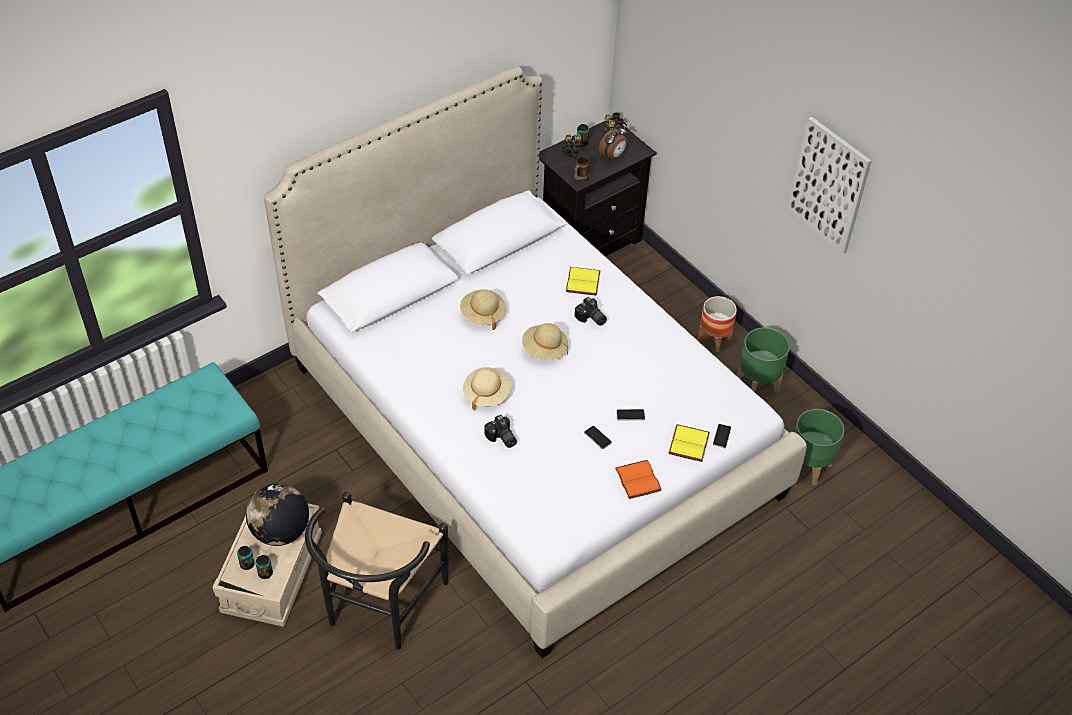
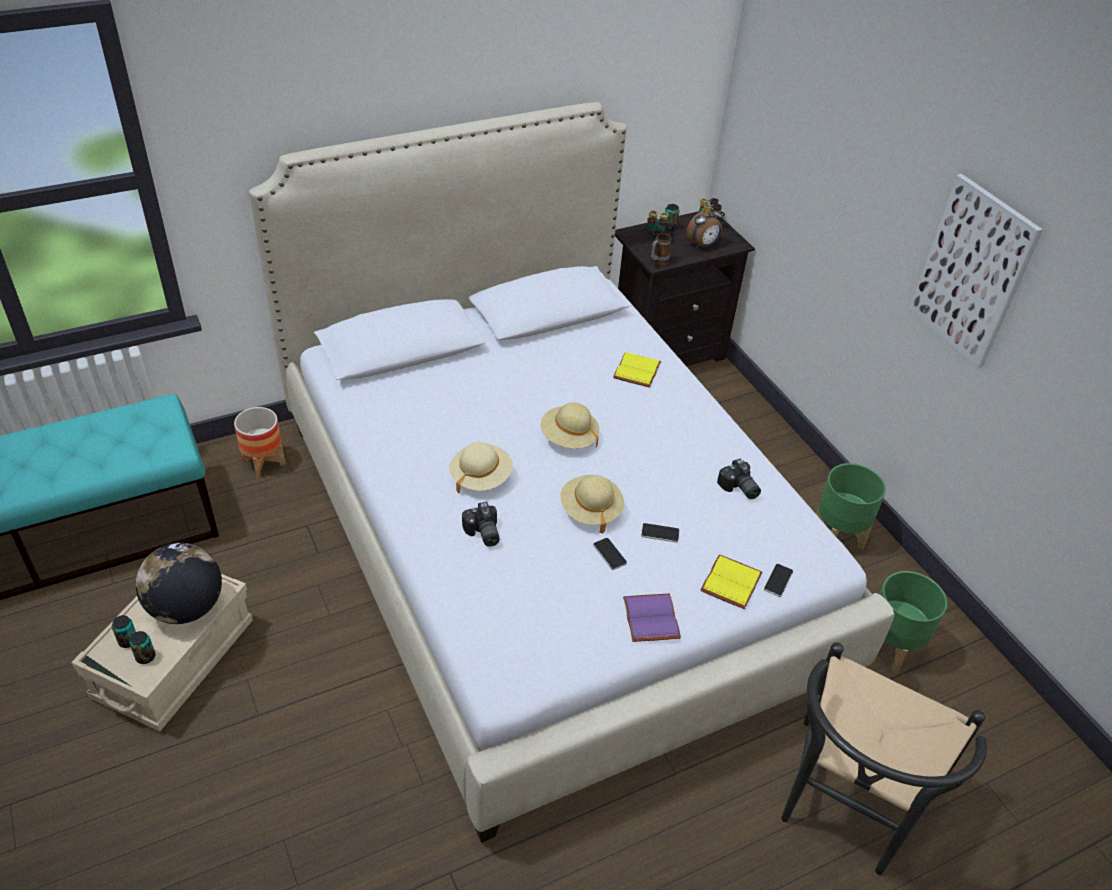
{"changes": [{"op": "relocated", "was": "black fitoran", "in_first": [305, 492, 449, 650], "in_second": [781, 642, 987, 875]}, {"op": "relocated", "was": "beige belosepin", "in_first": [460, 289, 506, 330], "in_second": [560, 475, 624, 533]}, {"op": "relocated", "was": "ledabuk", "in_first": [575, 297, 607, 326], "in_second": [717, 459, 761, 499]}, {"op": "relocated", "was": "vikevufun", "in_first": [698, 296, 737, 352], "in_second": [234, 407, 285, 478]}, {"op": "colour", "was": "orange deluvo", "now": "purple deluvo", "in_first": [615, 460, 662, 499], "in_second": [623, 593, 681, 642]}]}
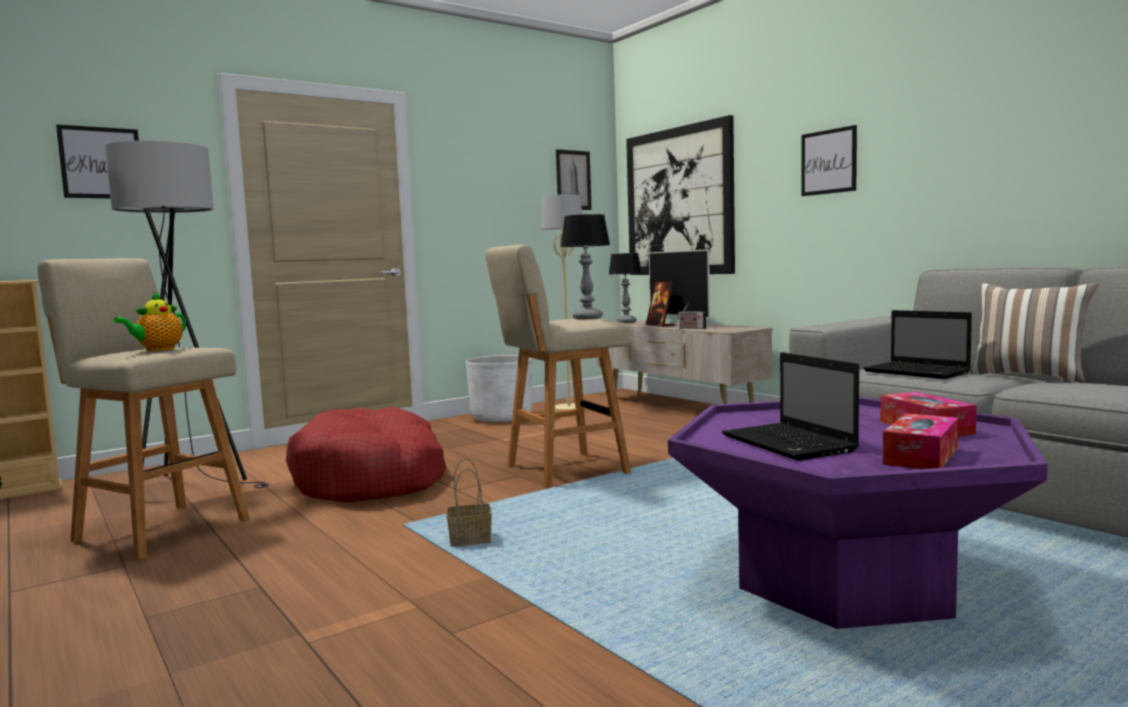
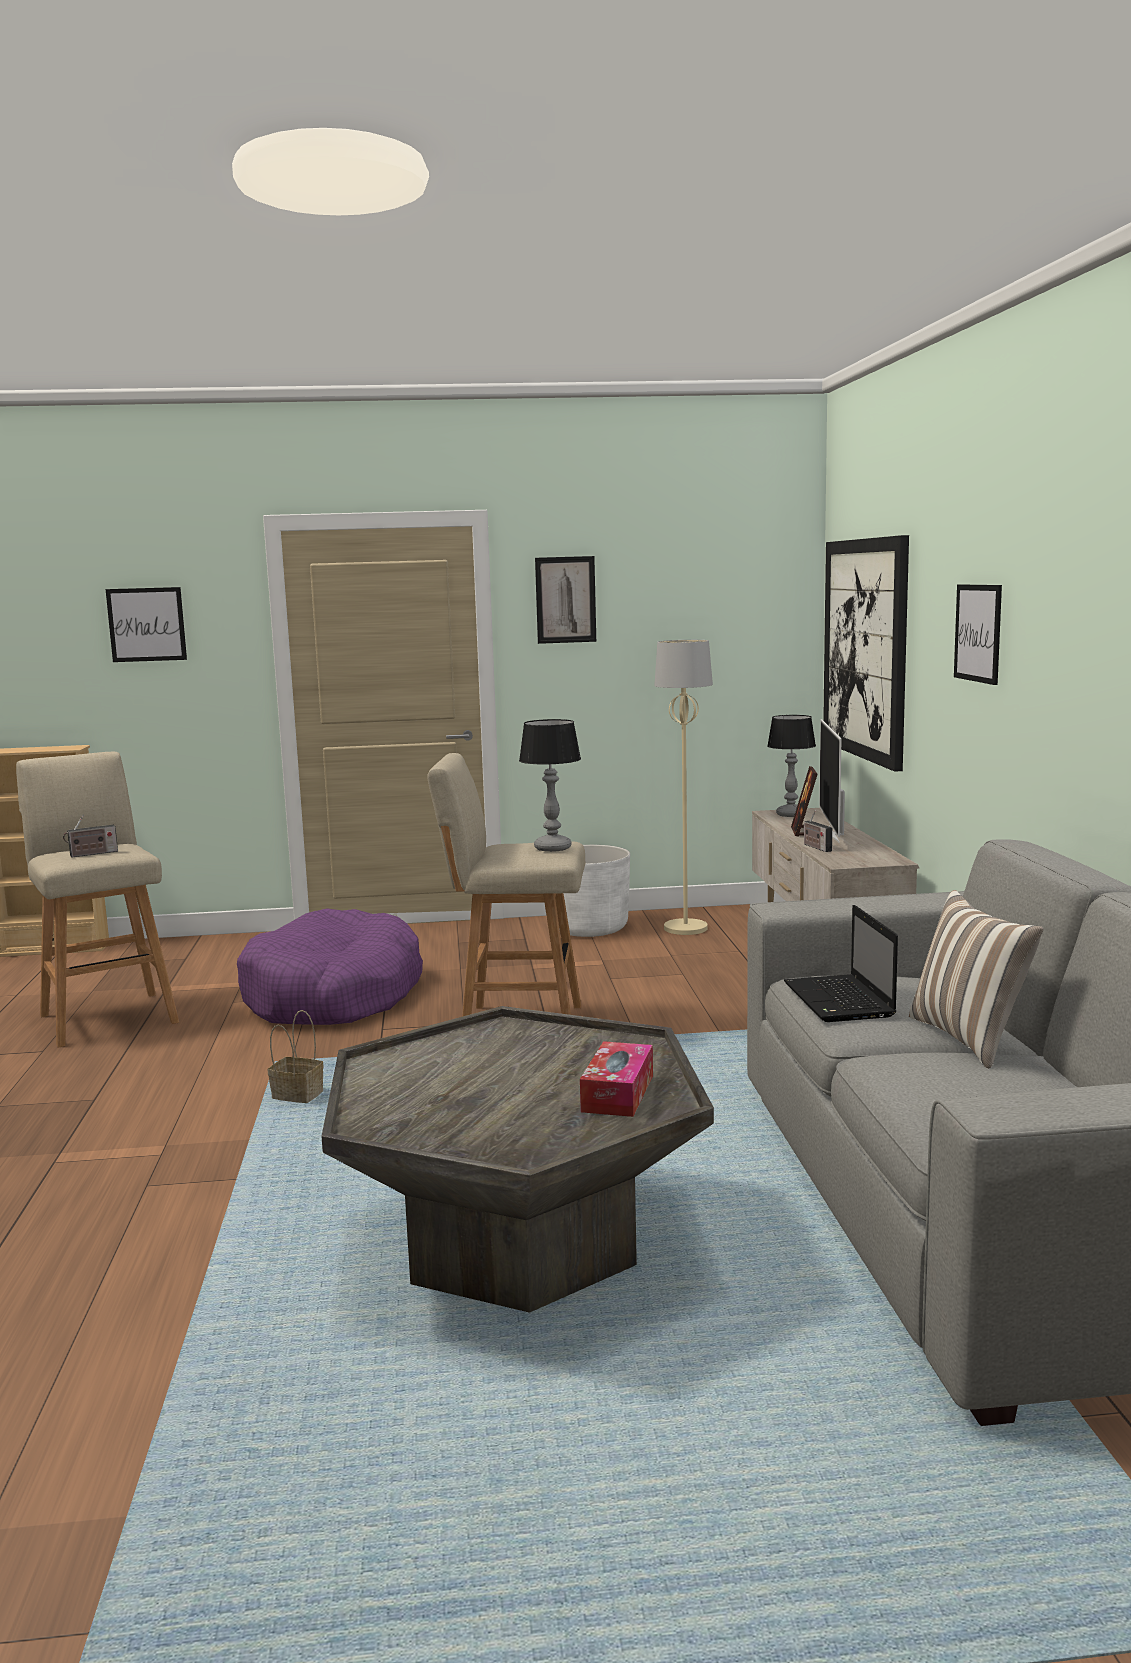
{"changes": [{"op": "missing", "was": "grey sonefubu", "in_first": [105, 140, 269, 488]}, {"op": "missing", "was": "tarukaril", "in_first": [722, 352, 859, 461]}, {"op": "missing", "was": "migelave", "in_first": [883, 413, 958, 469]}, {"op": "relocated", "was": "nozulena", "in_first": [556, 149, 592, 210], "in_second": [535, 556, 596, 644]}, {"op": "exchanged", "was": "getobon", "now": "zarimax", "in_first": [113, 291, 186, 351], "in_second": [63, 815, 118, 857]}, {"op": "colour", "was": "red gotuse", "now": "purple gotuse", "in_first": [286, 407, 446, 503], "in_second": [237, 908, 423, 1025]}, {"op": "colour", "was": "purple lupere", "now": "grey lupere", "in_first": [668, 397, 1048, 629], "in_second": [321, 1006, 714, 1312]}]}
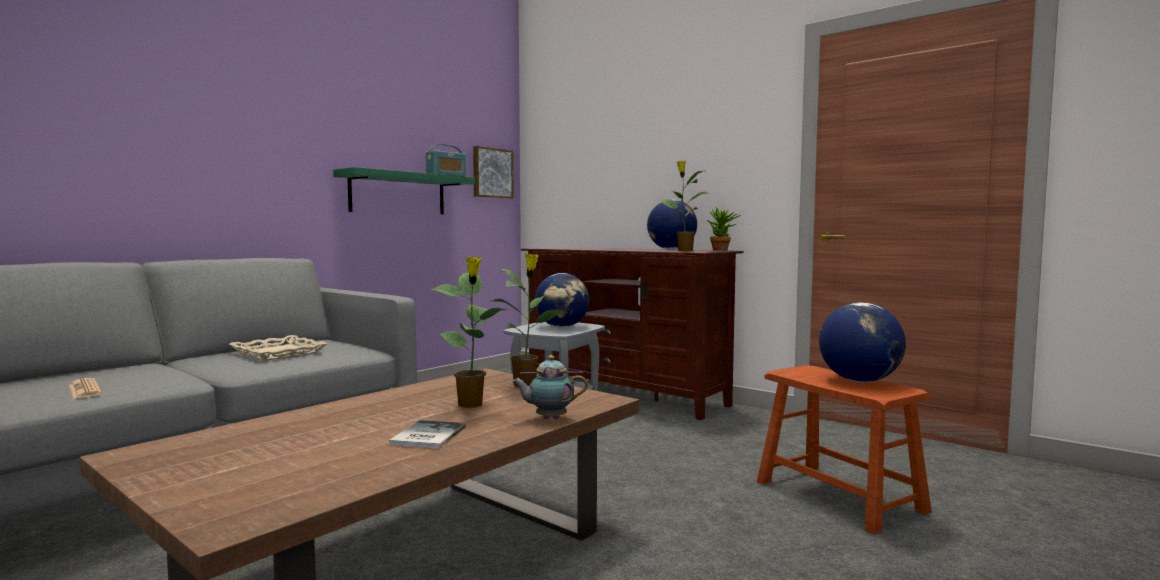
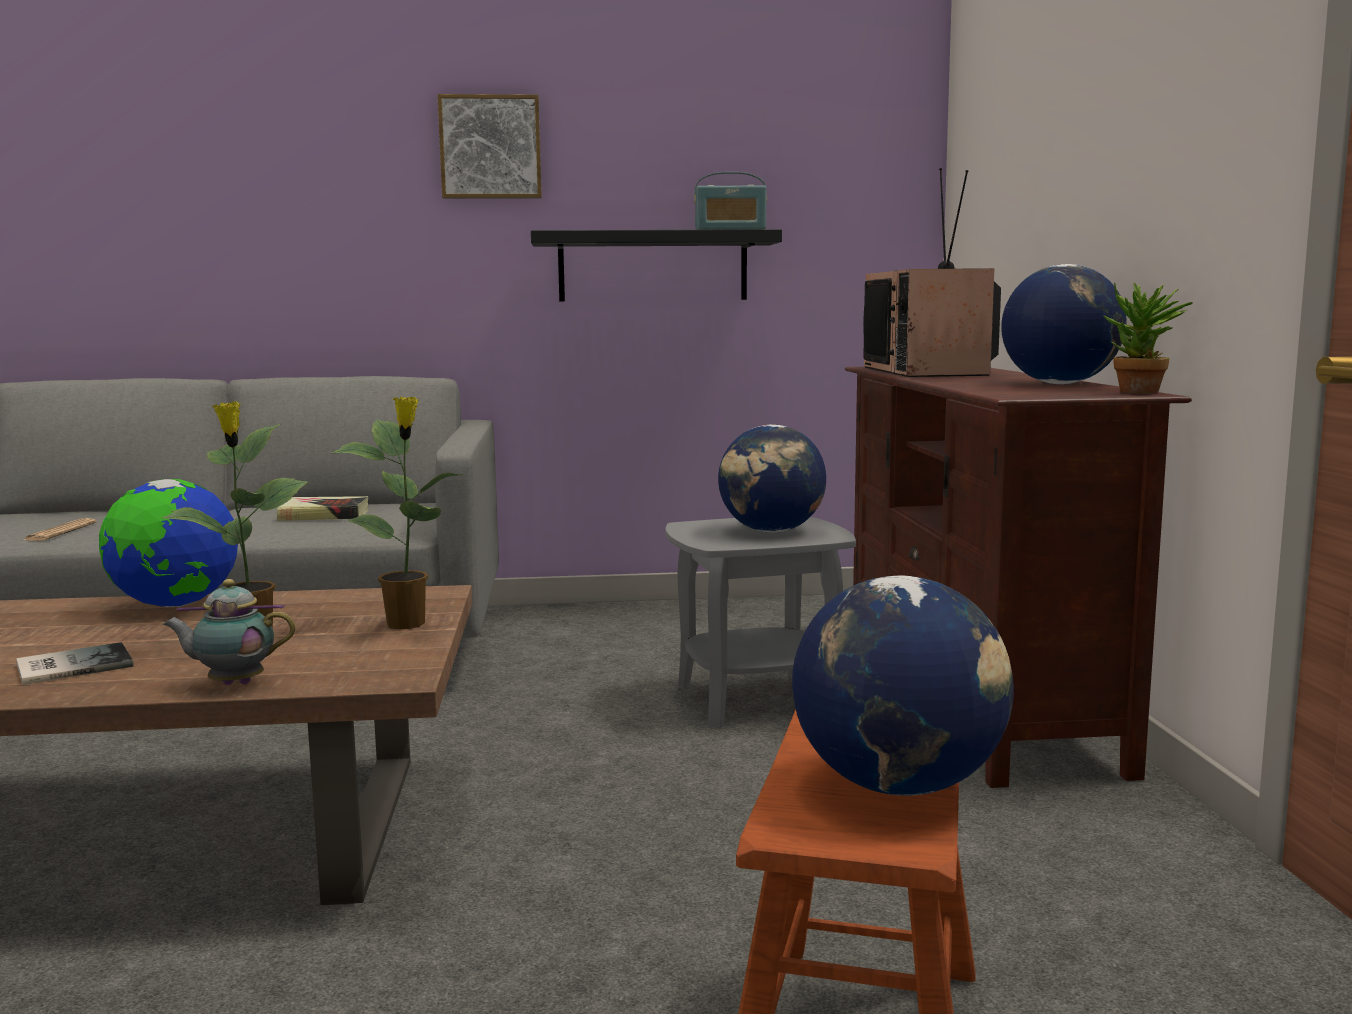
{"changes": [{"op": "missing", "was": "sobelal", "in_first": [659, 161, 710, 251]}, {"op": "appeared", "now": "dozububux", "in_second": [99, 479, 238, 607]}, {"op": "appeared", "now": "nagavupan", "in_second": [863, 168, 1001, 377]}, {"op": "relocated", "was": "nozulena", "in_first": [473, 146, 514, 199], "in_second": [437, 94, 542, 199]}, {"op": "exchanged", "was": "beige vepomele", "now": "deluvo", "in_first": [229, 335, 328, 361], "in_second": [277, 496, 369, 521]}, {"op": "colour", "was": "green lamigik", "now": "black lamigik", "in_first": [333, 167, 475, 214], "in_second": [531, 229, 782, 302]}, {"op": "spun", "was": "getobon", "in_first": [511, 355, 588, 419], "in_second": [163, 579, 296, 685], "clockwise": -45}]}
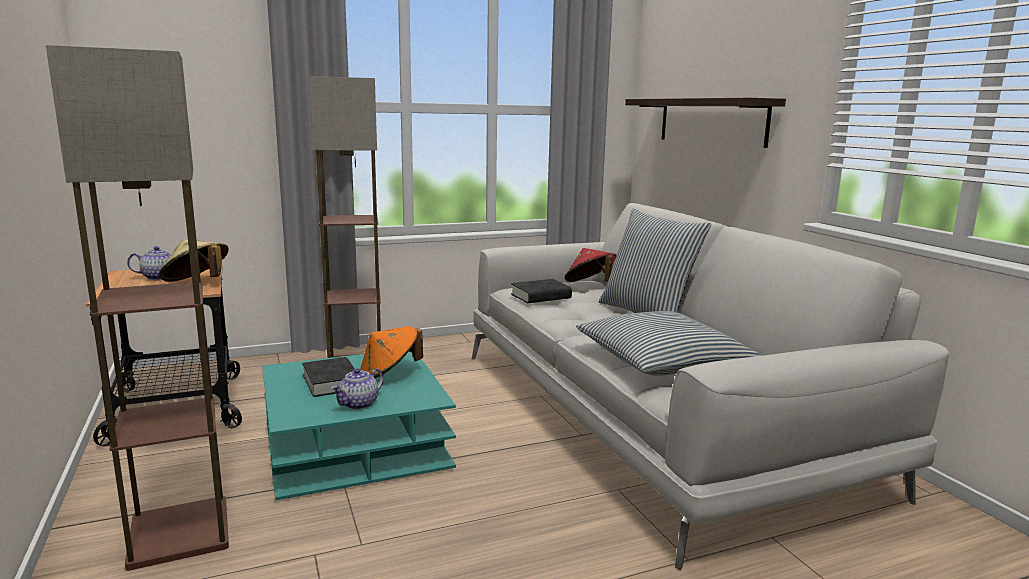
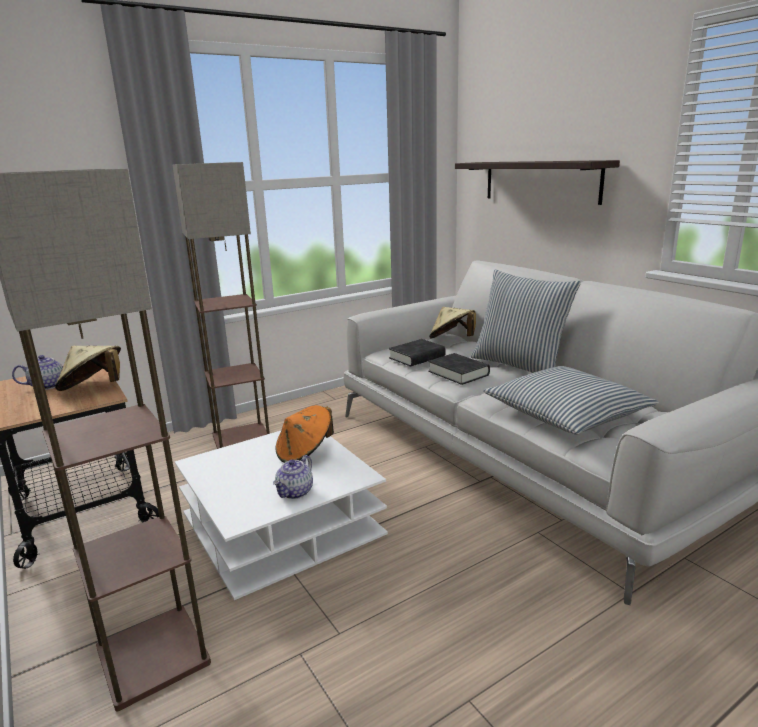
{"changes": [{"op": "relocated", "was": "black deluvo", "in_first": [302, 357, 355, 397], "in_second": [428, 353, 490, 385]}, {"op": "colour", "was": "turquoise lupere", "now": "white lupere", "in_first": [262, 351, 456, 500], "in_second": [175, 431, 388, 600]}, {"op": "colour", "was": "red belosepin", "now": "beige belosepin", "in_first": [565, 248, 617, 282], "in_second": [429, 307, 476, 339]}]}
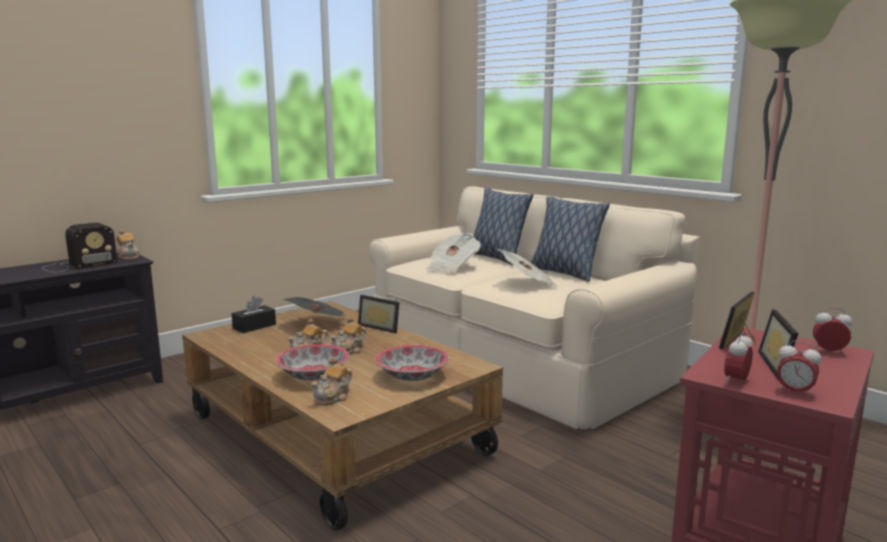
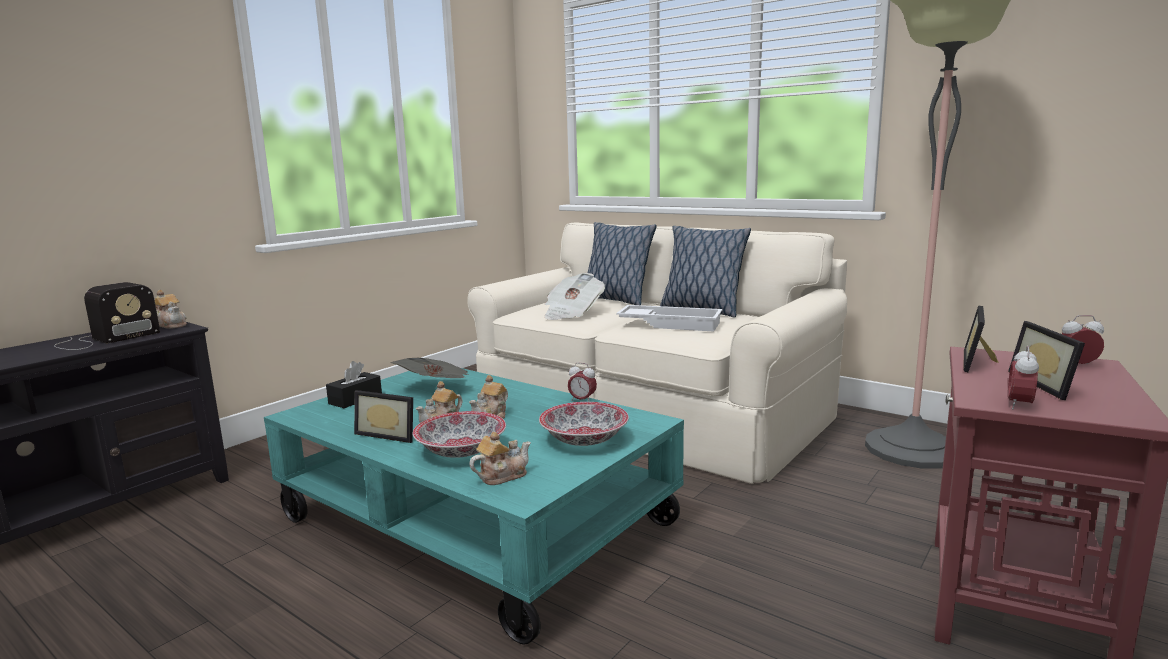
{"changes": [{"op": "relocated", "was": "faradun", "in_first": [358, 295, 399, 333], "in_second": [354, 390, 413, 443]}, {"op": "relocated", "was": "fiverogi", "in_first": [777, 341, 821, 398], "in_second": [568, 363, 597, 402]}, {"op": "exchanged", "was": "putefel", "now": "white vepomele", "in_first": [498, 249, 558, 287], "in_second": [616, 305, 722, 332]}, {"op": "colour", "was": "brown lupere", "now": "turquoise lupere", "in_first": [182, 301, 503, 531], "in_second": [264, 368, 684, 645]}, {"op": "spun", "was": "getobon", "in_first": [311, 357, 352, 405], "in_second": [469, 432, 531, 485], "clockwise": -150}]}
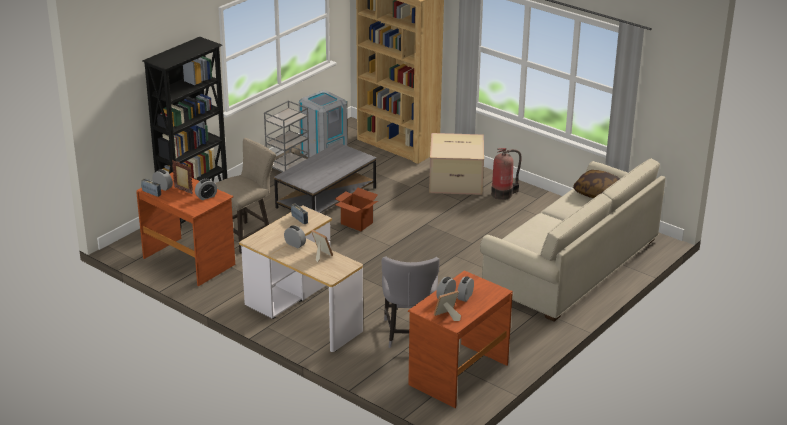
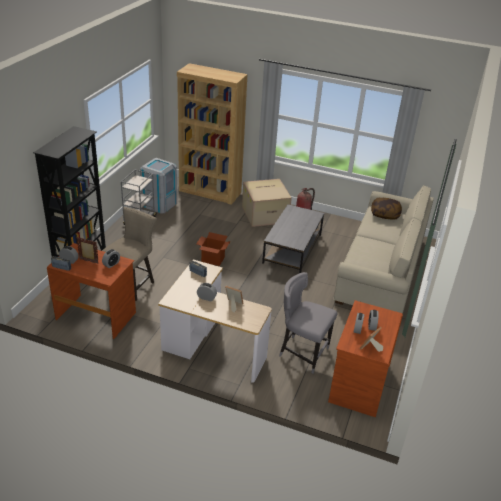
{"changes": [{"op": "relocated", "was": "grey lupere", "in_first": [274, 142, 377, 213], "in_second": [262, 204, 324, 273]}, {"op": "spun", "was": "grey fitoran", "in_first": [382, 256, 440, 348], "in_second": [279, 272, 337, 374], "clockwise": 135}]}
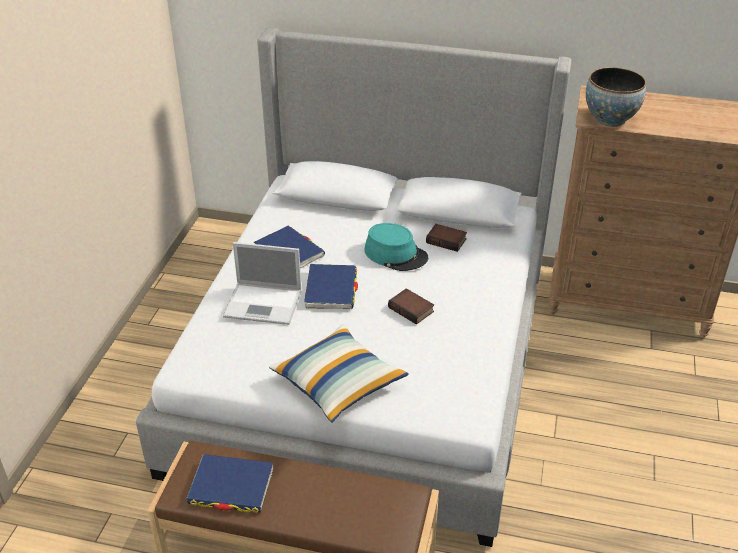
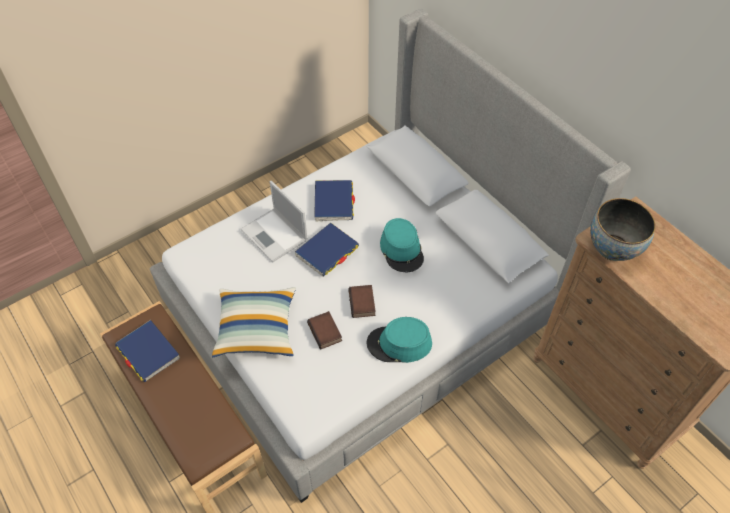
{"changes": [{"op": "appeared", "now": "turquoise belosepin", "in_second": [366, 317, 432, 363]}, {"op": "relocated", "was": "deluvo", "in_first": [426, 224, 467, 252], "in_second": [307, 311, 342, 349]}]}
